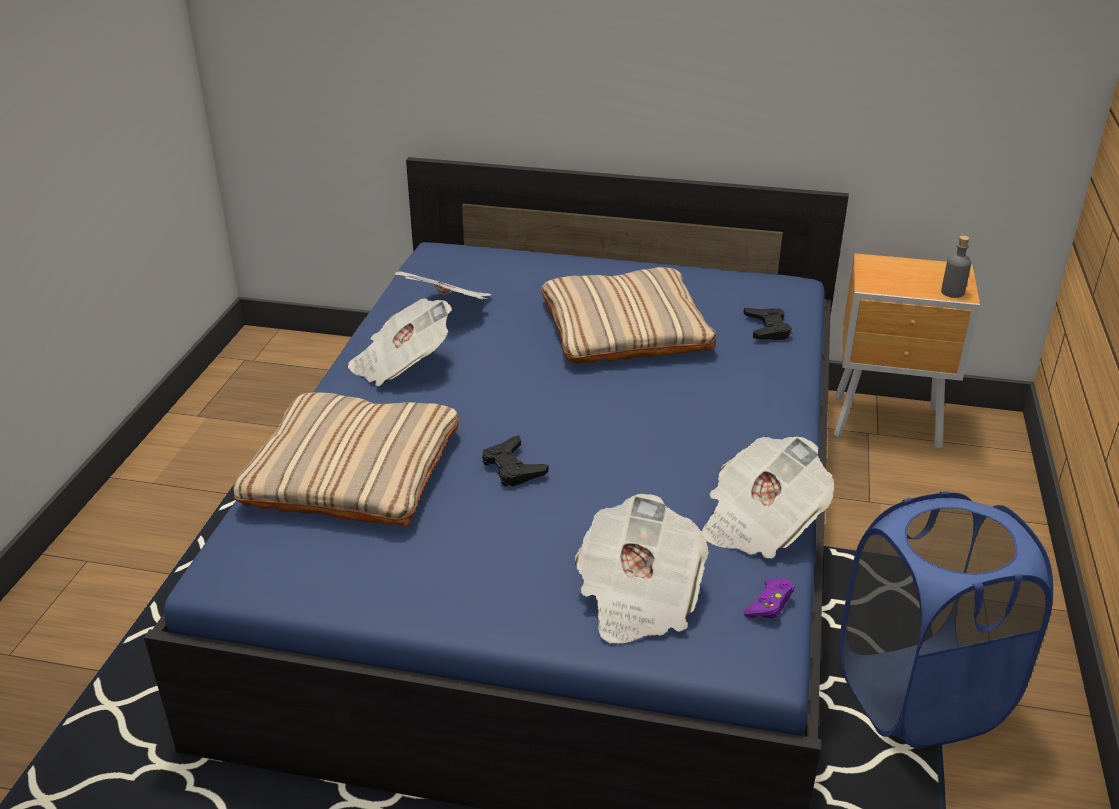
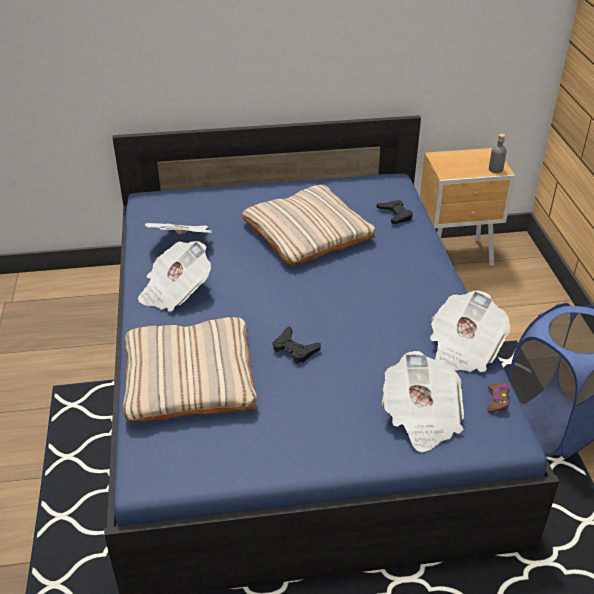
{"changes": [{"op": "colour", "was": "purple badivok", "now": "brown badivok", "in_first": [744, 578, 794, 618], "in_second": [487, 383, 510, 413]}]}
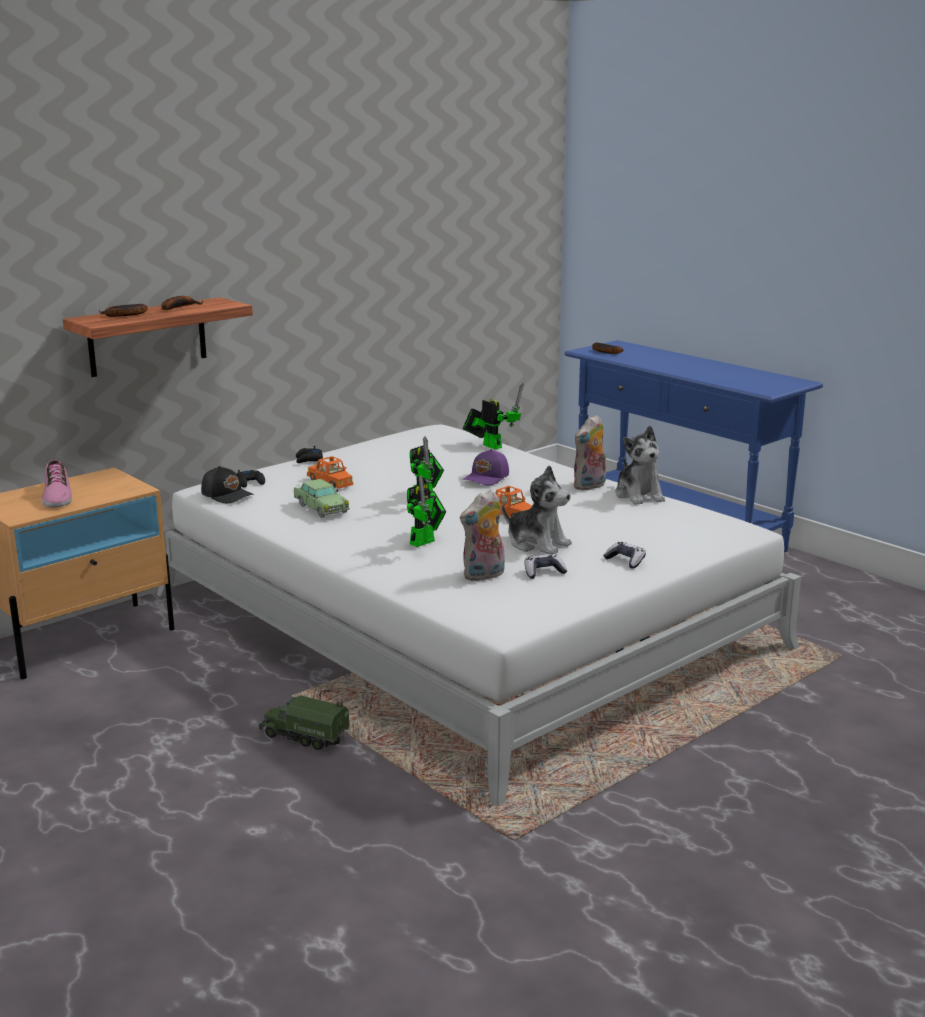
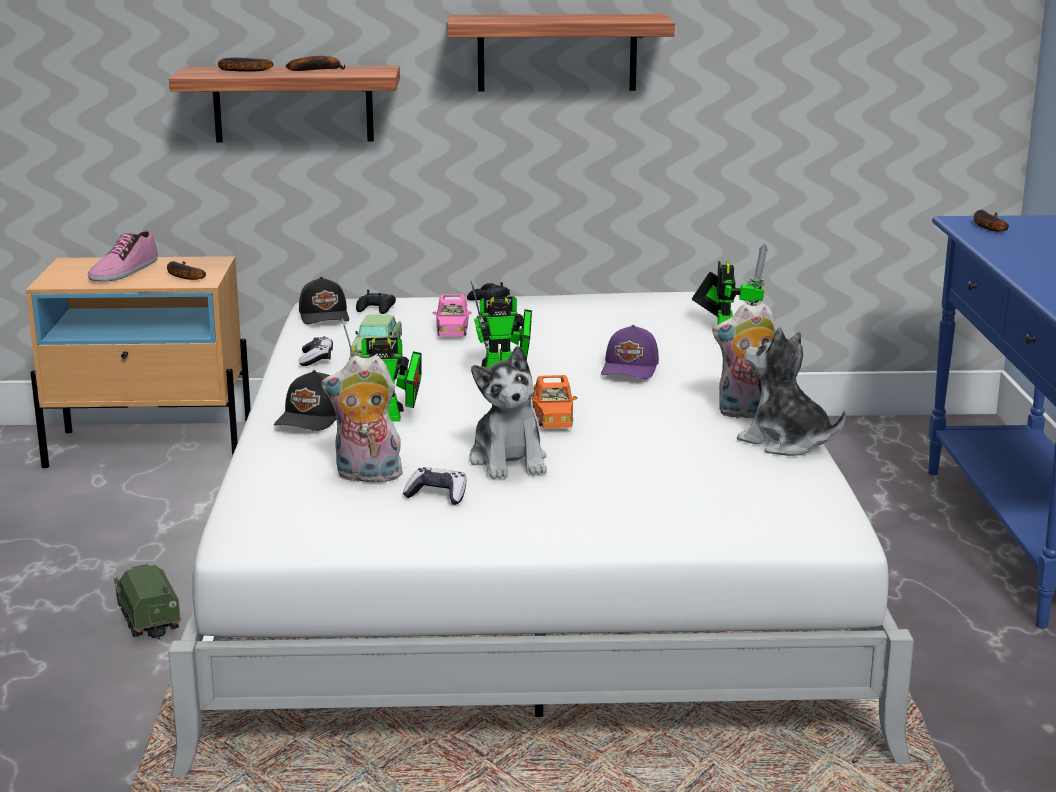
{"changes": [{"op": "appeared", "now": "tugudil", "in_second": [167, 261, 206, 280]}, {"op": "appeared", "now": "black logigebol", "in_second": [274, 370, 336, 431]}, {"op": "appeared", "now": "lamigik", "in_second": [448, 14, 675, 92]}, {"op": "relocated", "was": "badivok", "in_first": [603, 542, 646, 568], "in_second": [299, 337, 333, 366]}, {"op": "colour", "was": "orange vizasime", "now": "pink vizasime", "in_first": [307, 456, 353, 489], "in_second": [433, 294, 472, 337]}, {"op": "spun", "was": "purple logigebol", "in_first": [462, 449, 509, 486], "in_second": [601, 325, 659, 379], "clockwise": -60}, {"op": "spun", "was": "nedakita", "in_first": [615, 426, 665, 505], "in_second": [737, 327, 846, 456], "clockwise": 105}]}
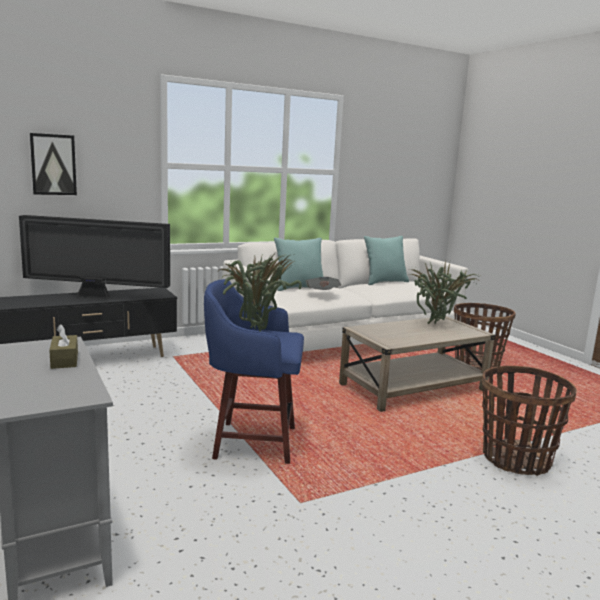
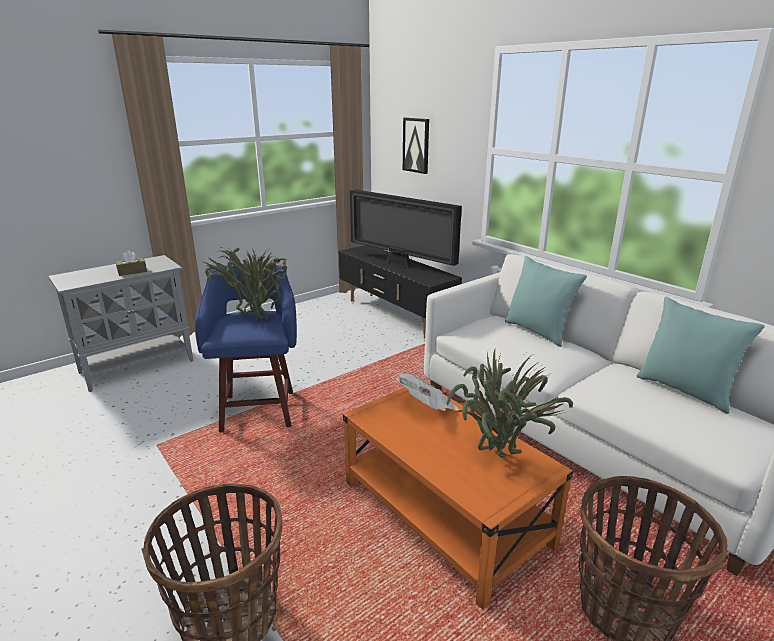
{"changes": [{"op": "relocated", "was": "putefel", "in_first": [306, 277, 342, 290], "in_second": [396, 374, 459, 411]}, {"op": "colour", "was": "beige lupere", "now": "orange lupere", "in_first": [339, 316, 495, 412], "in_second": [343, 387, 573, 609]}, {"op": "spun", "was": "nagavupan", "in_first": [19, 215, 170, 299], "in_second": [350, 189, 462, 268], "clockwise": -45}]}
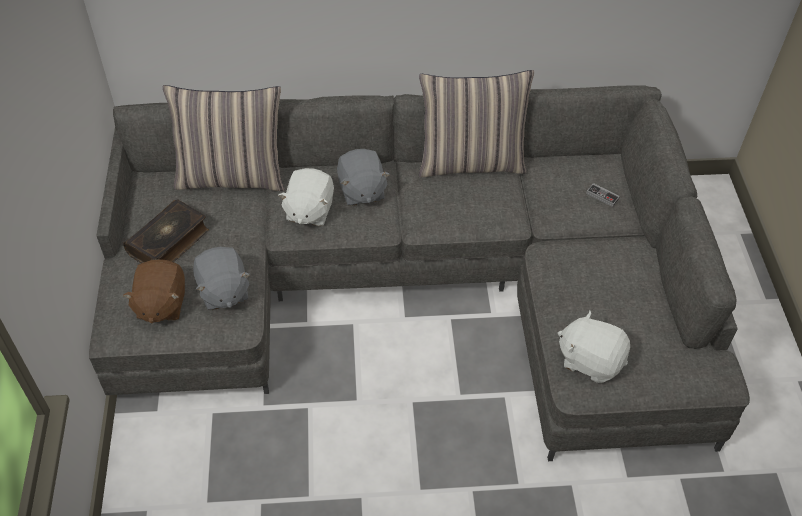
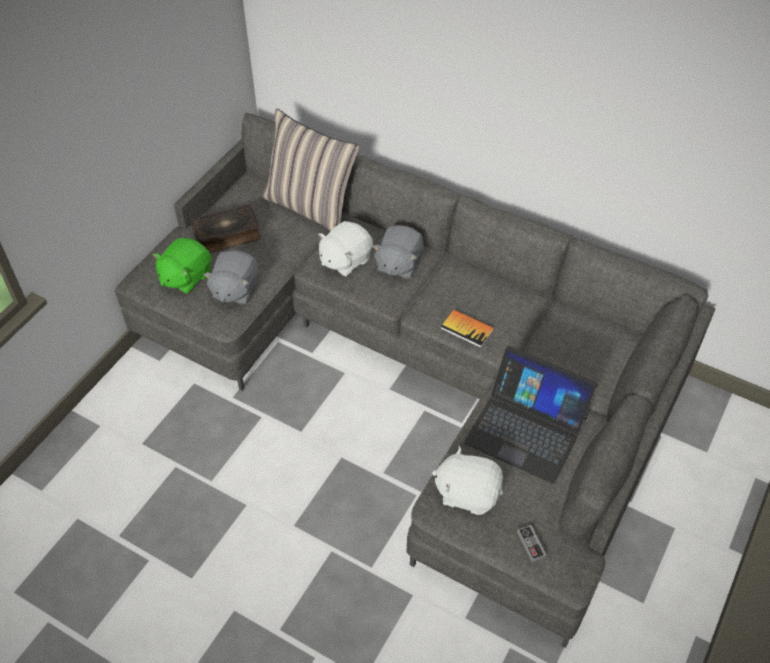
{"changes": [{"op": "missing", "was": "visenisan", "in_first": [419, 70, 534, 177]}, {"op": "appeared", "now": "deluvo", "in_second": [441, 310, 494, 348]}, {"op": "appeared", "now": "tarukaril", "in_second": [464, 346, 598, 484]}, {"op": "relocated", "was": "badivok", "in_first": [586, 183, 620, 207], "in_second": [517, 525, 547, 562]}, {"op": "colour", "was": "brown nedakita", "now": "green nedakita", "in_first": [123, 259, 185, 324], "in_second": [153, 238, 211, 294]}, {"op": "spun", "was": "white nedakita", "in_first": [558, 310, 630, 383], "in_second": [432, 446, 503, 515], "clockwise": -45}]}
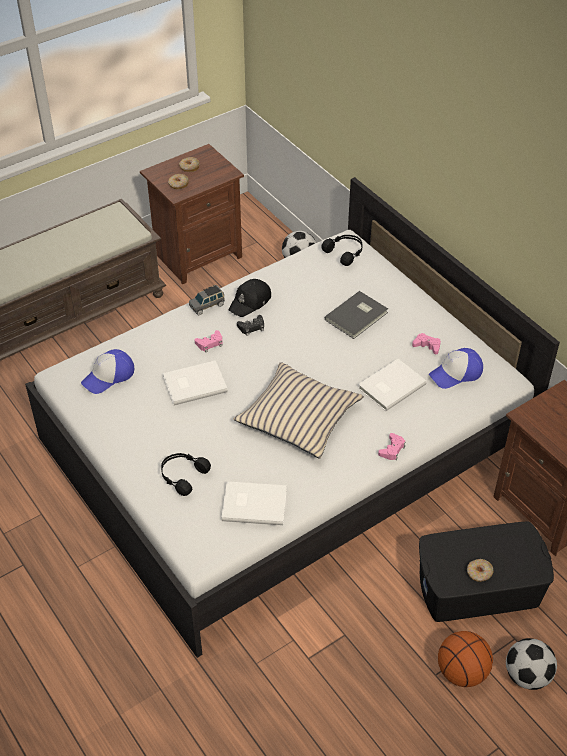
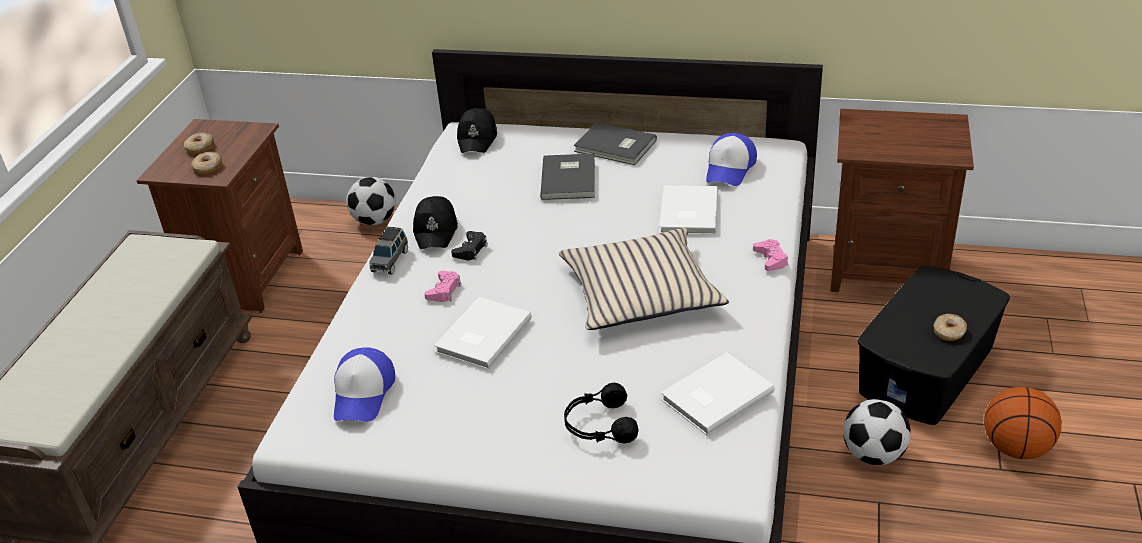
{"changes": [{"op": "missing", "was": "pink badivok", "in_first": [412, 333, 441, 354]}, {"op": "appeared", "now": "grey deluvo", "in_second": [574, 122, 657, 165]}, {"op": "relocated", "was": "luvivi", "in_first": [506, 638, 557, 690], "in_second": [843, 399, 911, 465]}, {"op": "exchanged", "was": "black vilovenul", "now": "black logigebol", "in_first": [321, 235, 363, 266], "in_second": [457, 108, 497, 153]}]}
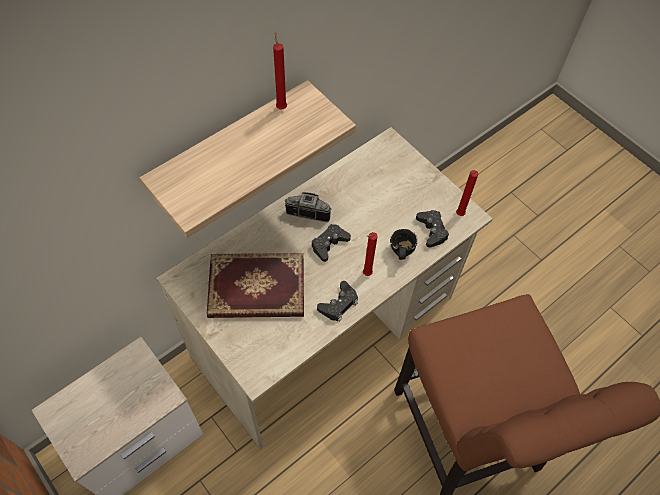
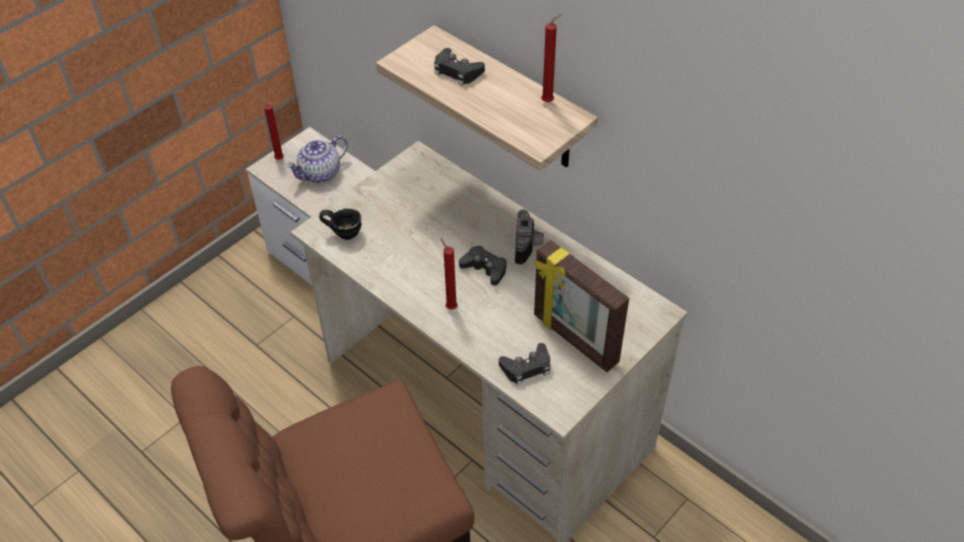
{"changes": [{"op": "missing", "was": "deluvo", "in_first": [207, 253, 304, 318]}, {"op": "appeared", "now": "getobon", "in_second": [286, 135, 348, 183]}, {"op": "appeared", "now": "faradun", "in_second": [534, 240, 629, 372]}, {"op": "relocated", "was": "black badivok", "in_first": [317, 281, 358, 322], "in_second": [434, 48, 485, 86]}, {"op": "relocated", "was": "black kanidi", "in_first": [390, 229, 418, 260], "in_second": [319, 208, 362, 240]}, {"op": "relocated", "was": "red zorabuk", "in_first": [456, 170, 478, 216], "in_second": [262, 97, 284, 160]}]}
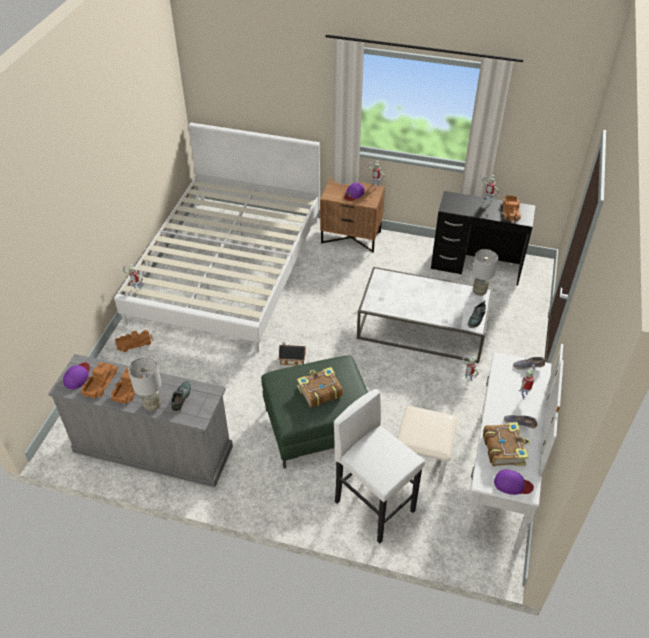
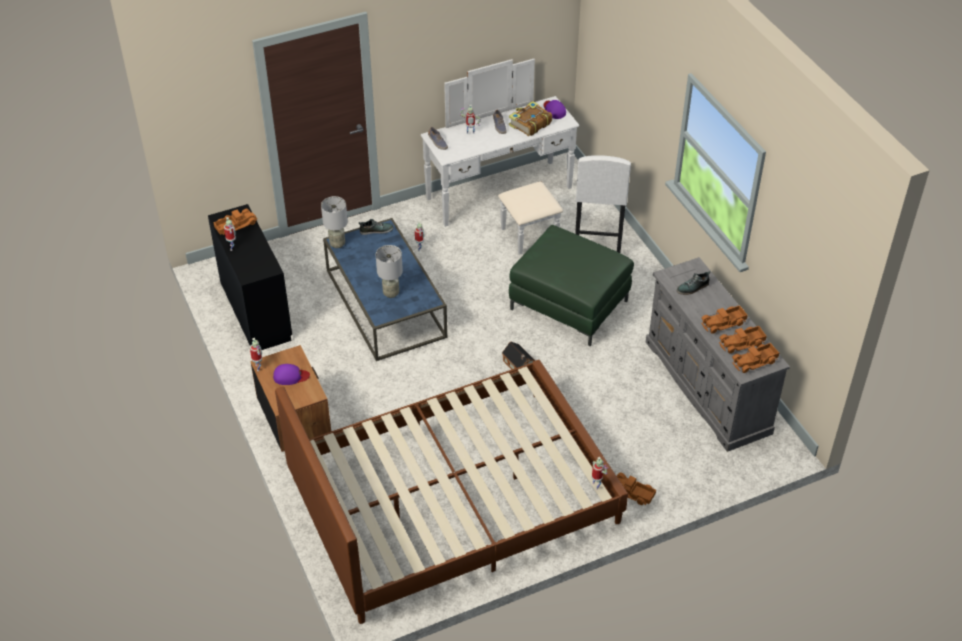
{"changes": [{"op": "missing", "was": "deluvo", "in_first": [297, 367, 343, 407]}, {"op": "relocated", "was": "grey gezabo", "in_first": [128, 357, 161, 411], "in_second": [376, 245, 403, 298]}, {"op": "exchanged", "was": "purple logigebol", "now": "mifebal", "in_first": [63, 362, 90, 389], "in_second": [732, 343, 779, 373]}, {"op": "colour", "was": "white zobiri", "now": "brown zobiri", "in_first": [114, 123, 320, 353], "in_second": [275, 360, 628, 624]}, {"op": "colour", "was": "white lupere", "now": "blue lupere", "in_first": [357, 267, 493, 363], "in_second": [323, 218, 447, 361]}]}
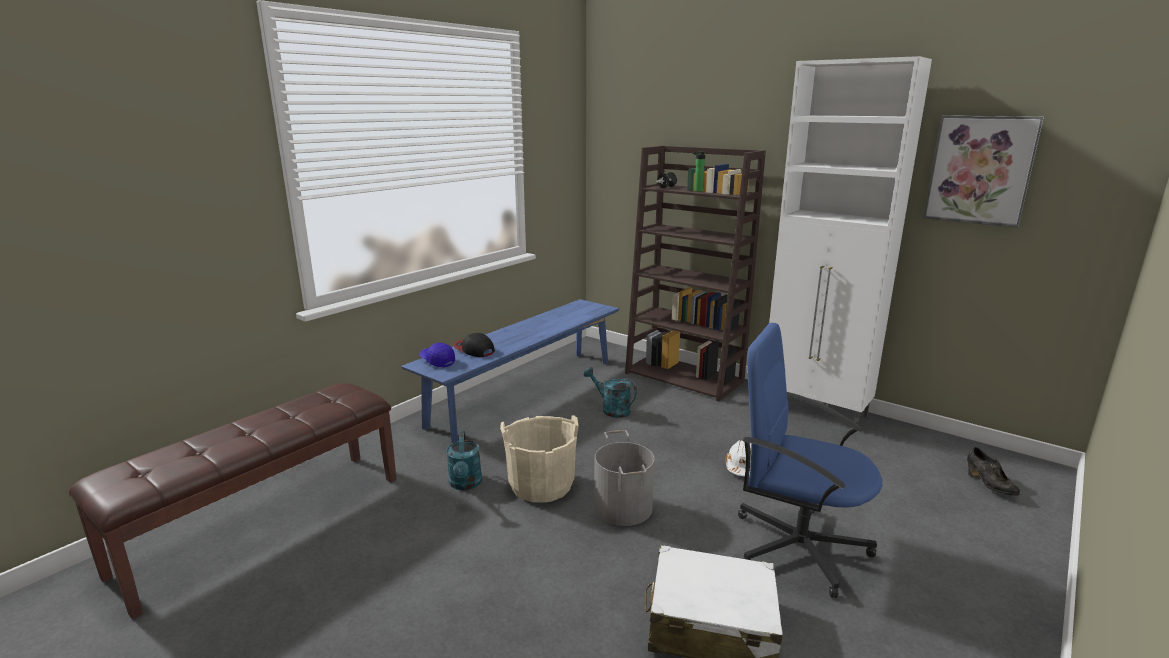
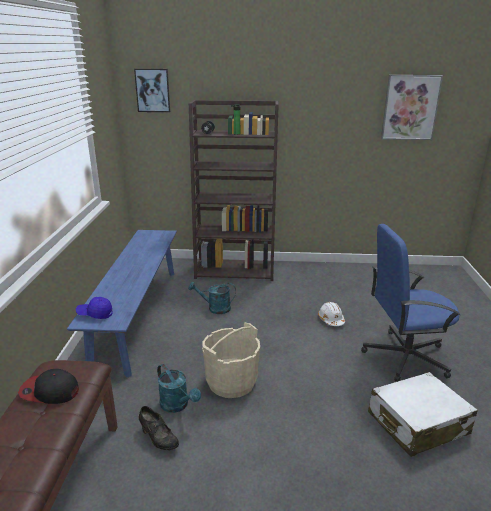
{"changes": [{"op": "missing", "was": "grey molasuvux", "in_first": [594, 430, 654, 526]}, {"op": "missing", "was": "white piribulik", "in_first": [769, 56, 932, 425]}, {"op": "appeared", "now": "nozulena", "in_second": [134, 69, 170, 112]}, {"op": "relocated", "was": "logigebol", "in_first": [453, 333, 495, 357], "in_second": [18, 369, 79, 404]}, {"op": "relocated", "was": "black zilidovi", "in_first": [967, 447, 1020, 496], "in_second": [139, 406, 179, 450]}]}
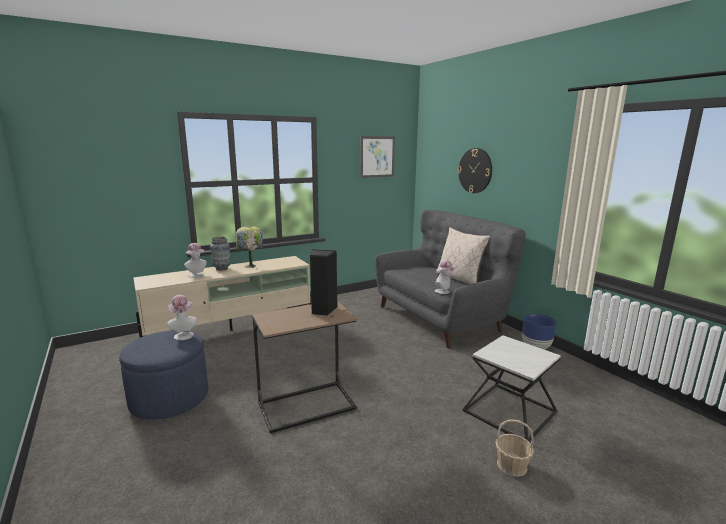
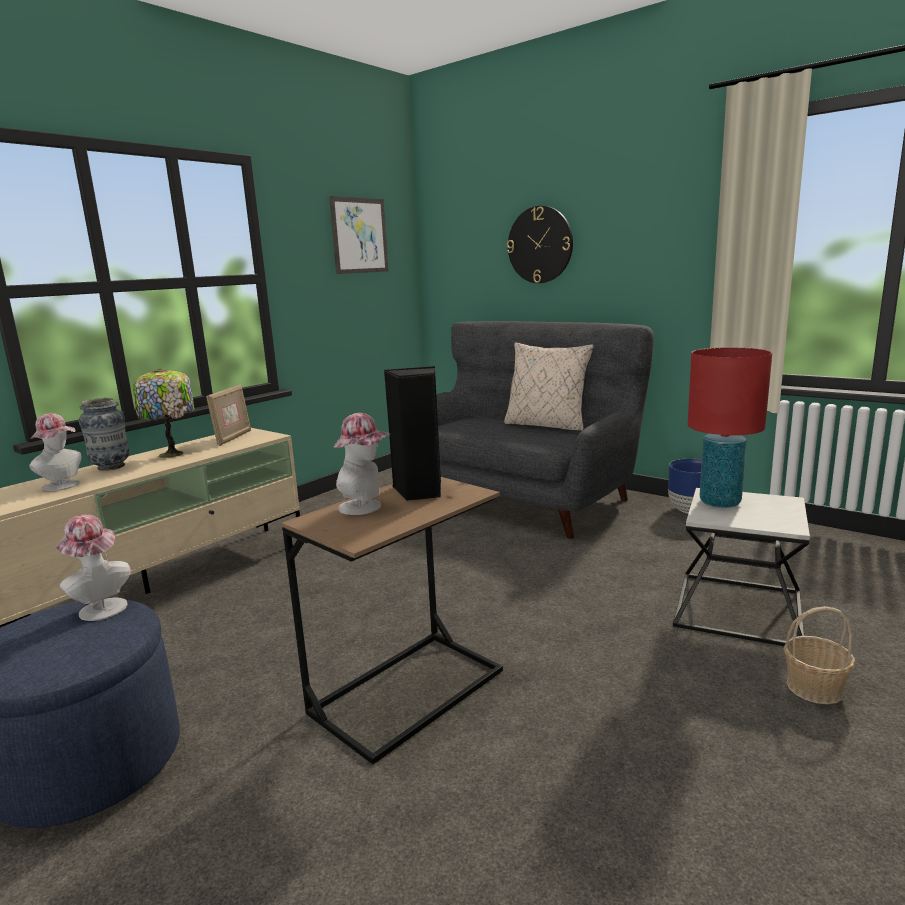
{"changes": [{"op": "appeared", "now": "faradun", "in_second": [206, 384, 251, 446]}, {"op": "appeared", "now": "red gezabo", "in_second": [688, 347, 772, 508]}, {"op": "relocated", "was": "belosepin", "in_first": [435, 260, 456, 294], "in_second": [334, 413, 390, 515]}]}
